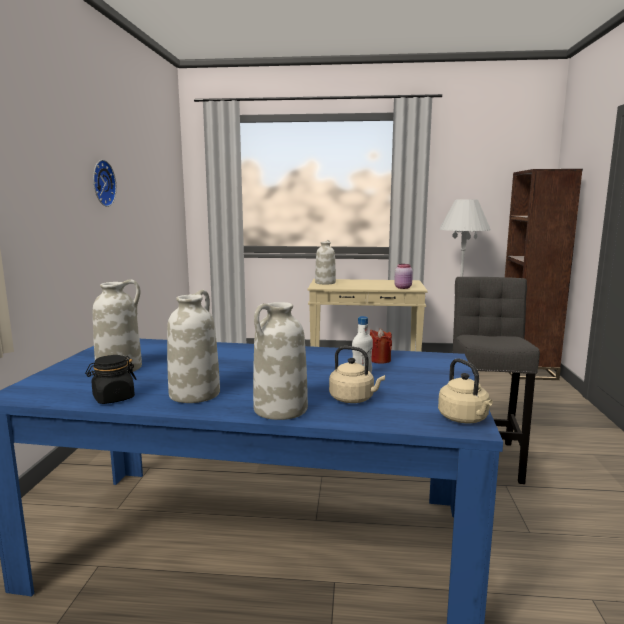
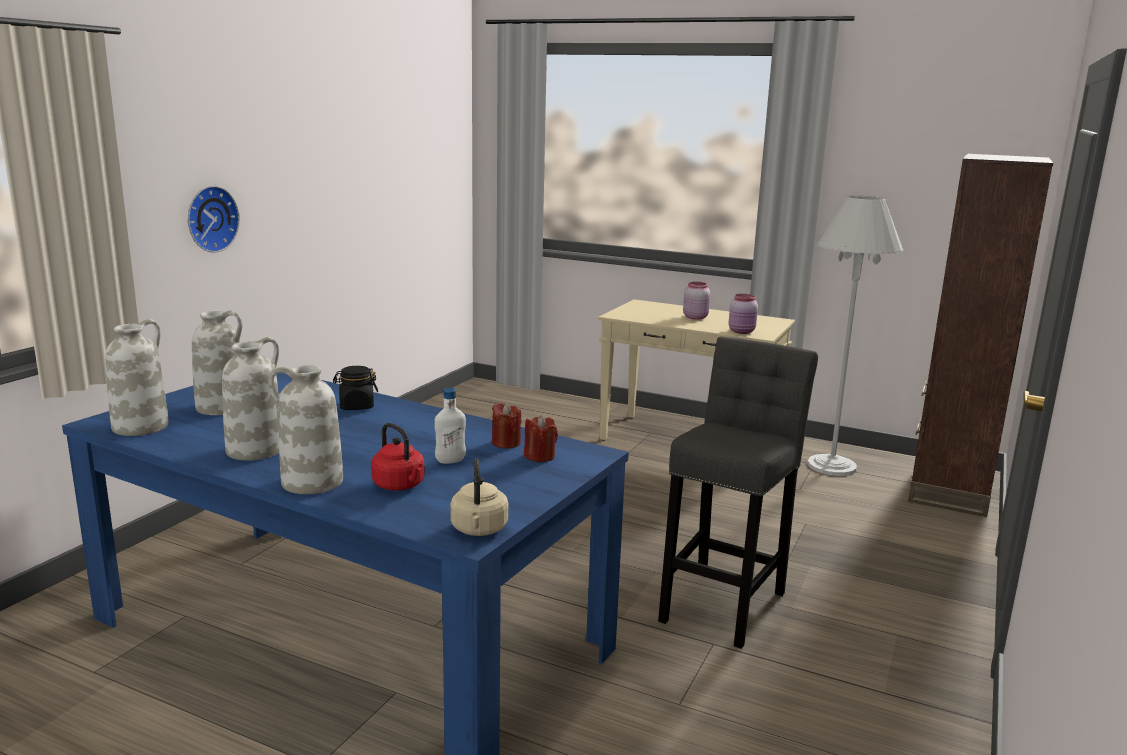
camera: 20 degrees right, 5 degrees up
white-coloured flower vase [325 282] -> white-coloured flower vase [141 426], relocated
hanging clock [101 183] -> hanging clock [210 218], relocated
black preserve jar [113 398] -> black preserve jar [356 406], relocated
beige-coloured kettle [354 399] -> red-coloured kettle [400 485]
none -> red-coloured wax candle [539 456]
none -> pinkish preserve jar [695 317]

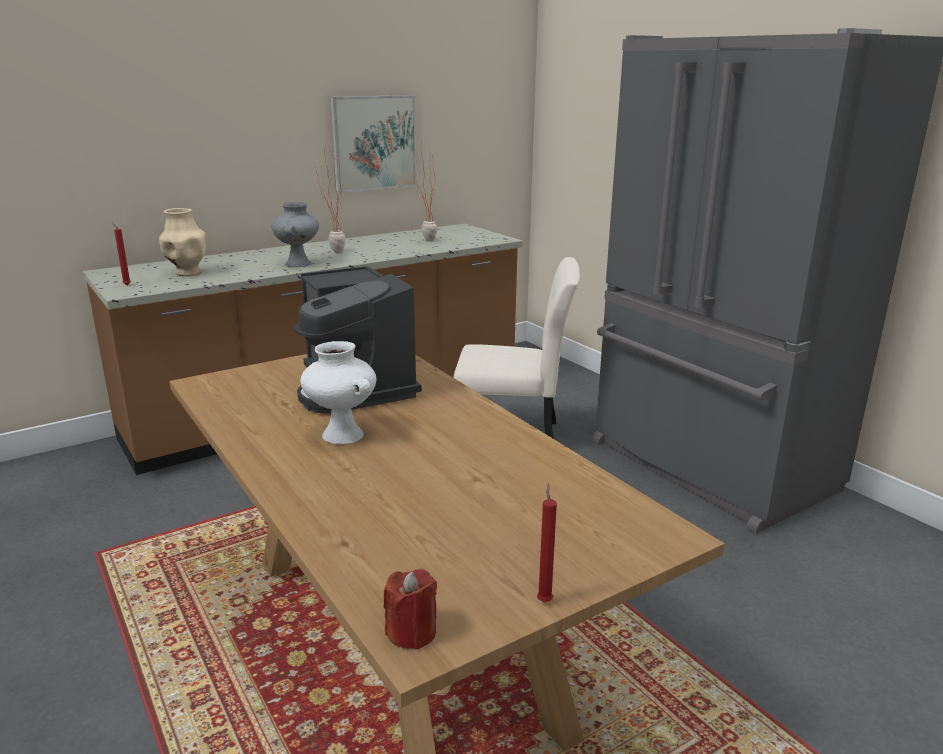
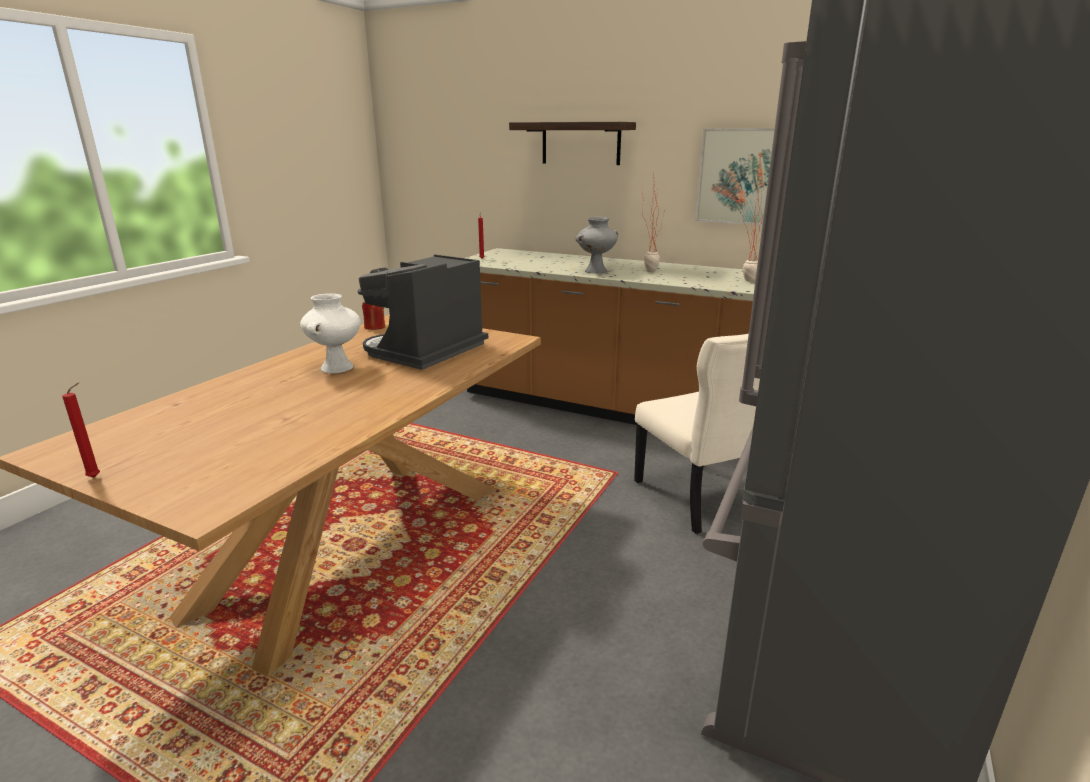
camera: 60 degrees right, 0 degrees up
red-coloured wax candle [411 632] -> red-coloured wax candle [374 327], relocated
none -> bracket shelf [581 143]
beige-coloured flower vase [187 273] -> none

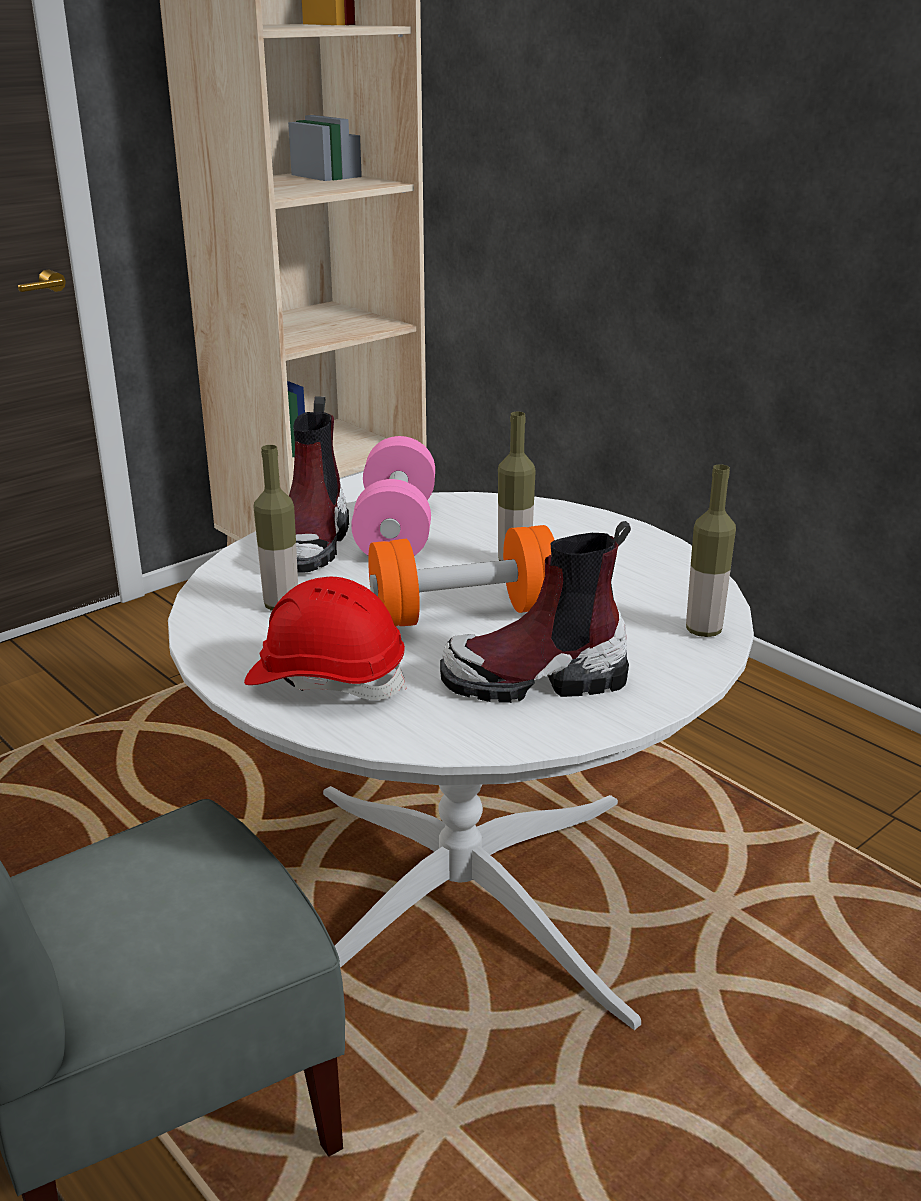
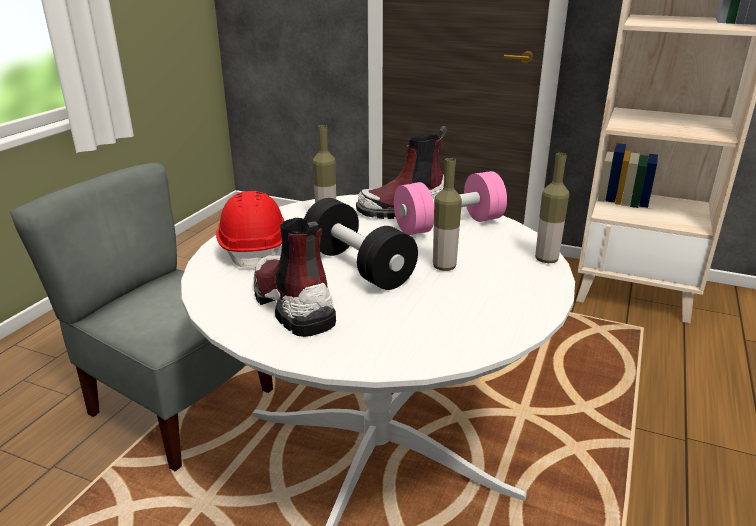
camera: 65 degrees right, 0 degrees up
orangey dumbbell [463 614] -> black dumbbell [358 266]
bottle [703 630] -> bottle [546 259], relocated

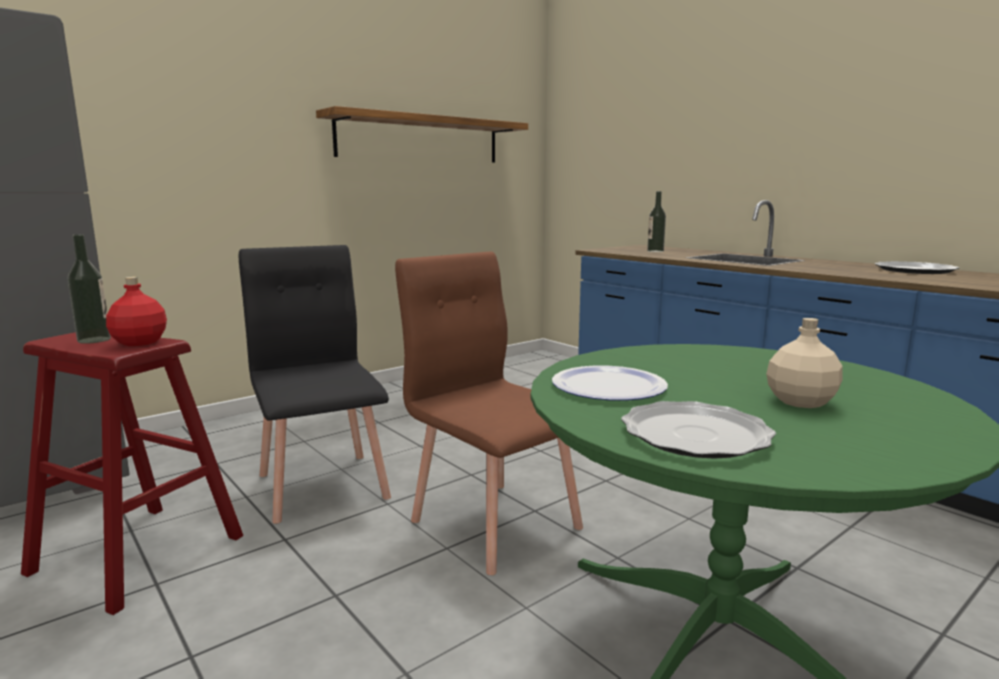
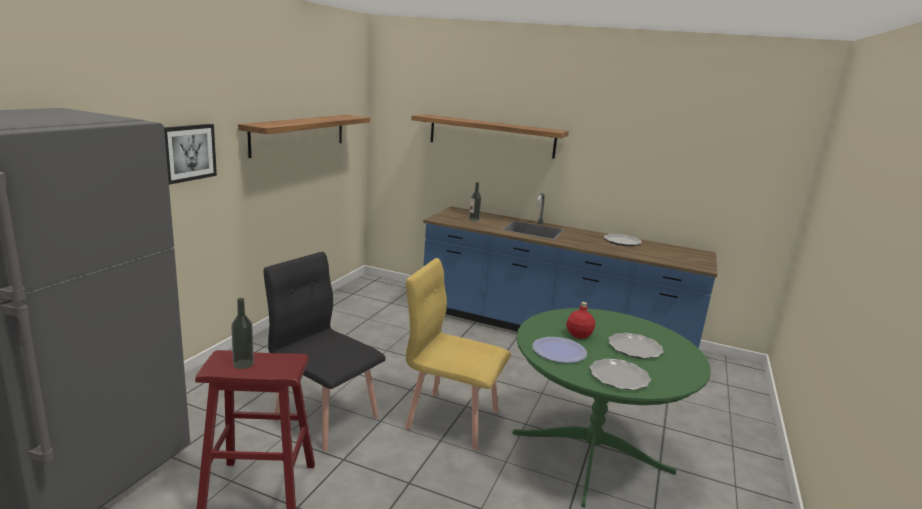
camera: 30 degrees left, 5 degrees up
none -> wall art [188 152]
brownish upright chair [495 523] -> yellow-coloured upright chair [452 418]
none -> bracket shelf [491 136]
red-coloured bottle [139 342] -> red-coloured bottle [578 335], relocated
beige-coloured bottle [800 402] -> plate [635 348]

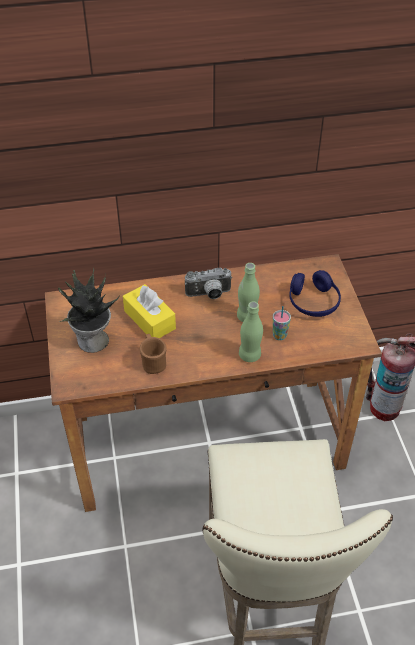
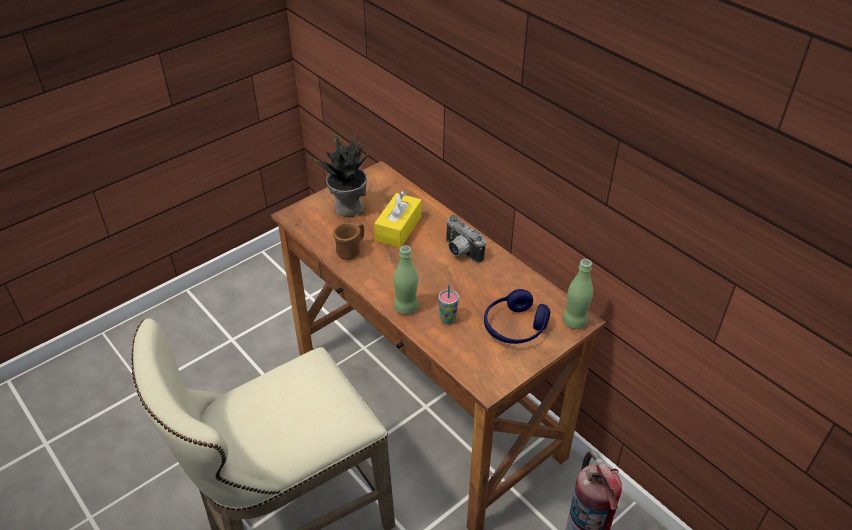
camera: 60 degrees right, 5 degrees down
greenish bottle [247 317] -> greenish bottle [574 322], relocated

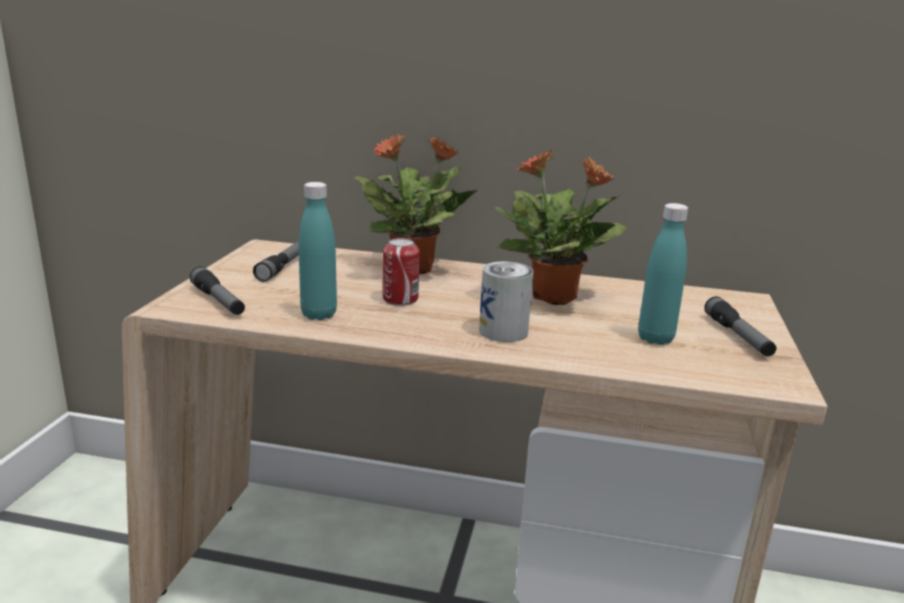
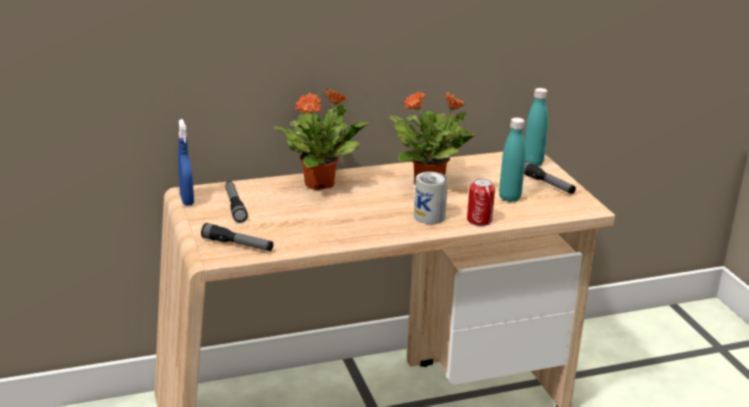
camera: 30 degrees left, 5 degrees up
none -> blue hand sprayer [187 200]
can [400 299] -> can [479 220], relocated
blue-green bottle [319 314] -> blue-green bottle [533 163], relocated

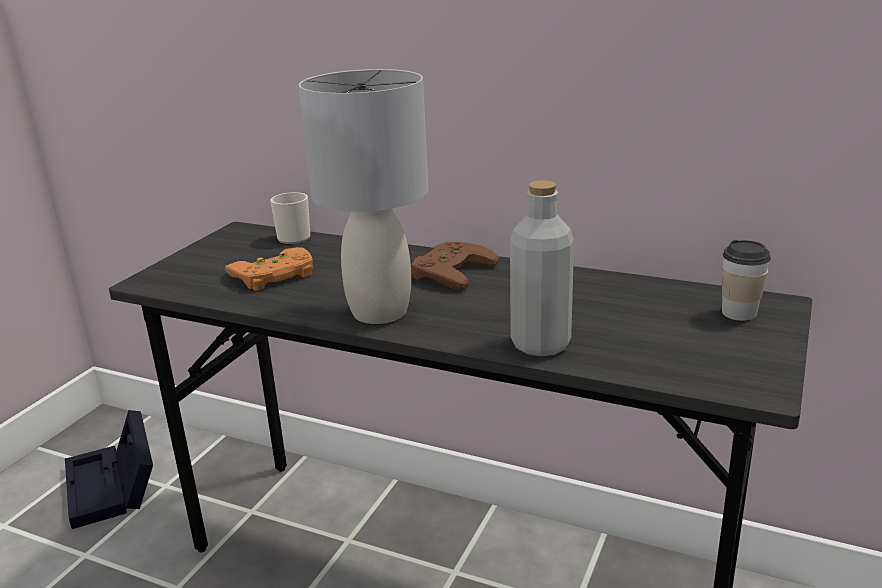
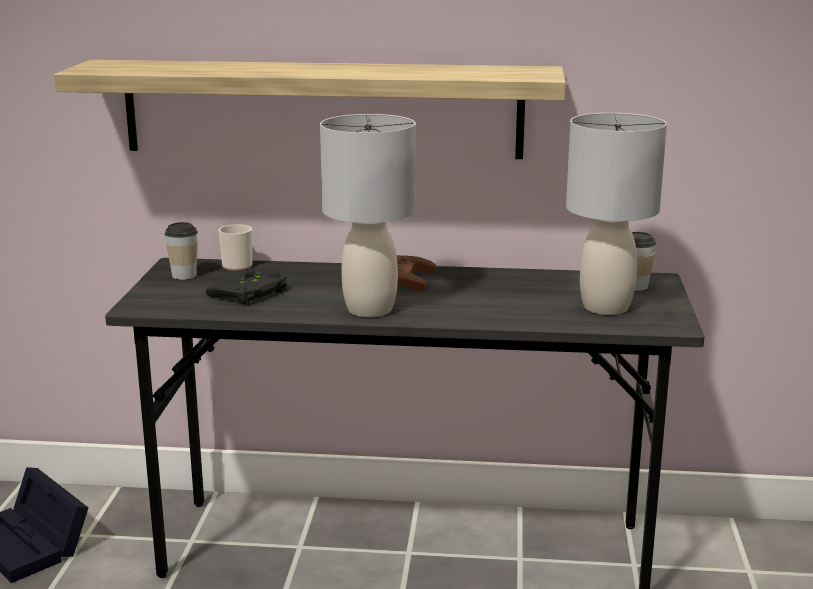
camera: 20 degrees left, 5 degrees down
none -> bracket shelf [322 109]
none -> cup [184 275]
orangey game controller [274 276] -> black game controller [252 294]
none -> gray tabletop lamp [606 307]
gray bottle [540 344] -> none

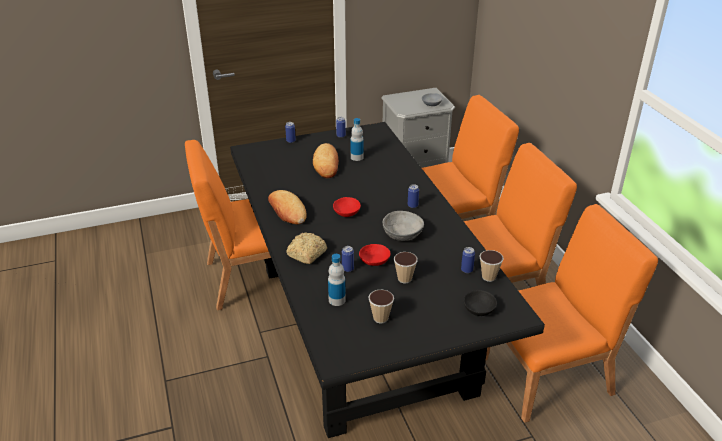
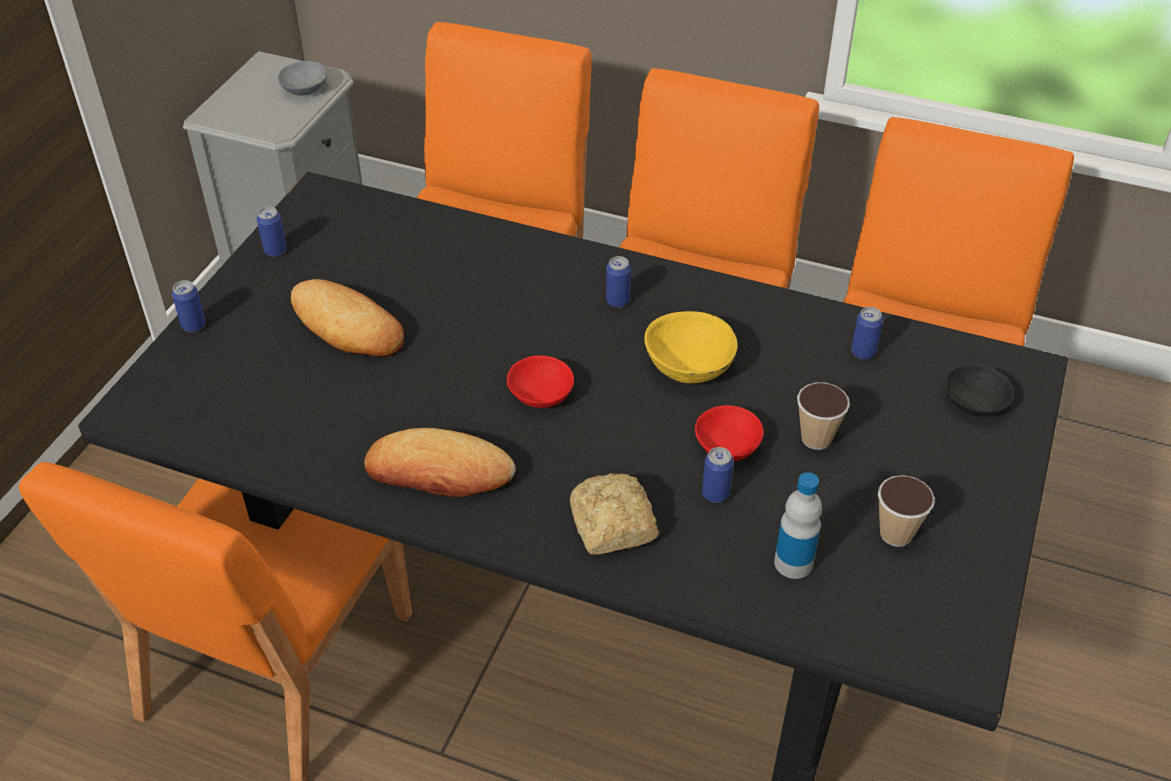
camera: 50 degrees left, 10 degrees up
gray serving bowl [402 235] -> yellow-coloured serving bowl [688 366]
bottle [357 157] -> none
cup [488 277] -> none

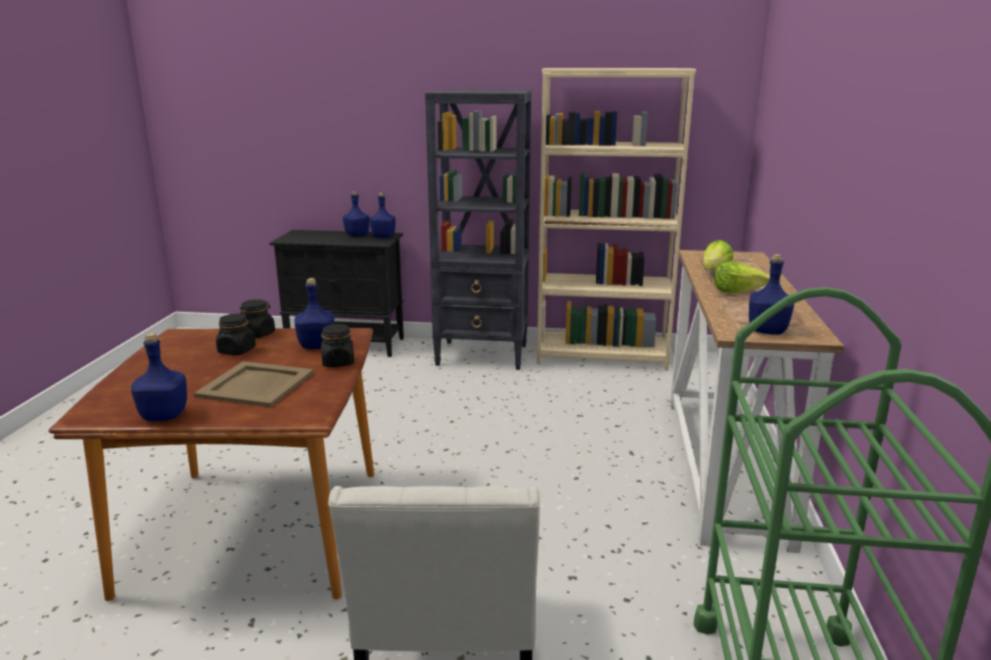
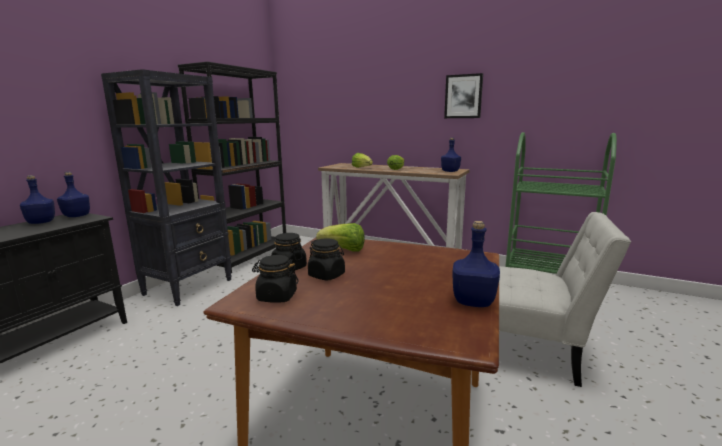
camera: 70 degrees left, 5 degrees down
beige-coloured bookshelf [602 357] -> black bookshelf [248 256]
black preserve jar [338 362] -> black preserve jar [276 296], relocated
blue bottle [316 346] -> lettuce head [343 250]
none -> wall art [463 96]
beige-coloured tray [255 384] -> none

